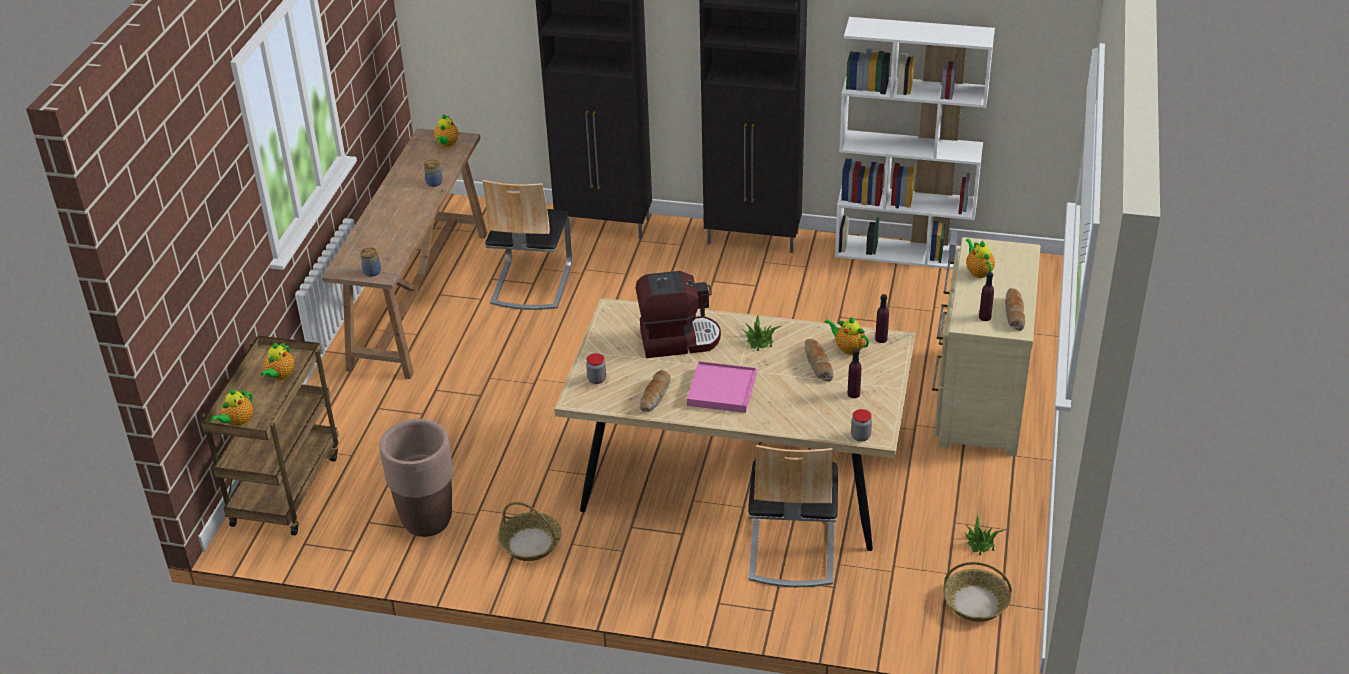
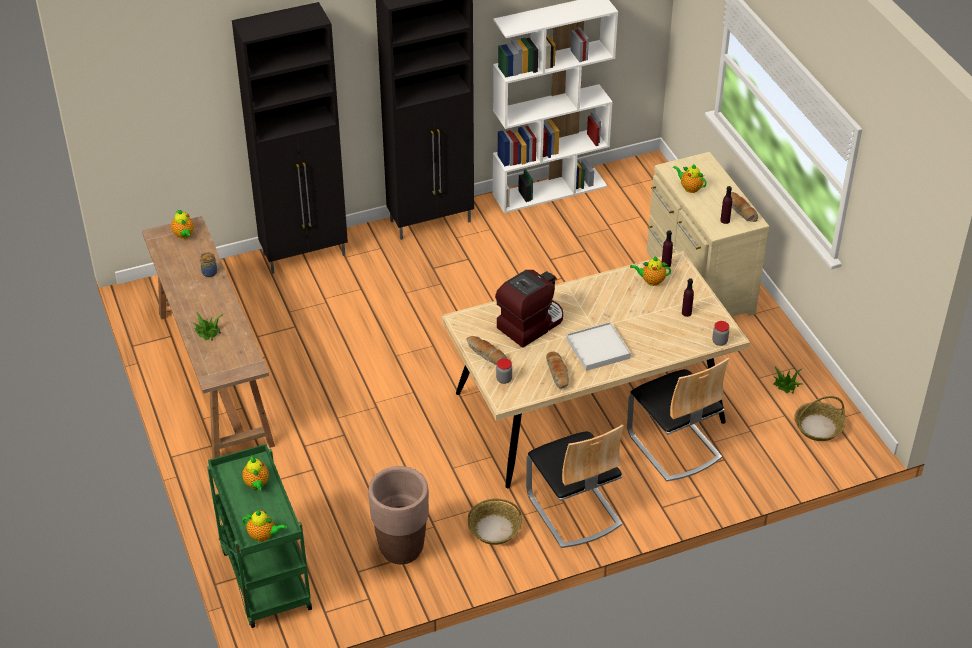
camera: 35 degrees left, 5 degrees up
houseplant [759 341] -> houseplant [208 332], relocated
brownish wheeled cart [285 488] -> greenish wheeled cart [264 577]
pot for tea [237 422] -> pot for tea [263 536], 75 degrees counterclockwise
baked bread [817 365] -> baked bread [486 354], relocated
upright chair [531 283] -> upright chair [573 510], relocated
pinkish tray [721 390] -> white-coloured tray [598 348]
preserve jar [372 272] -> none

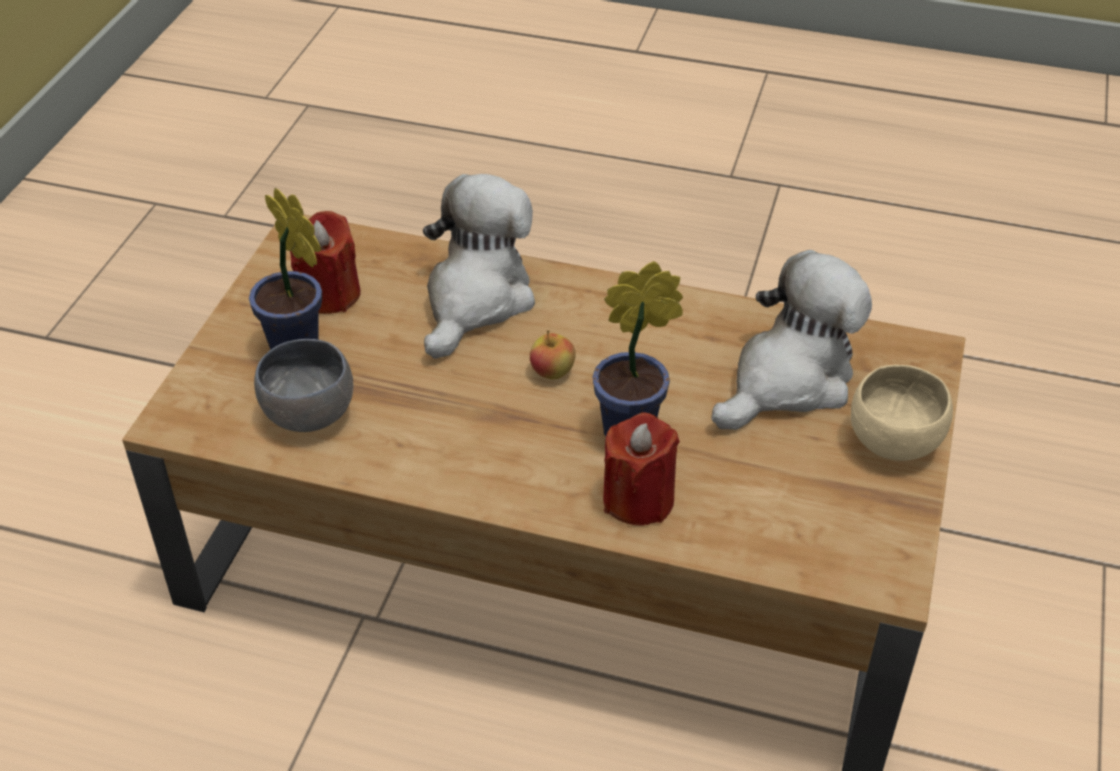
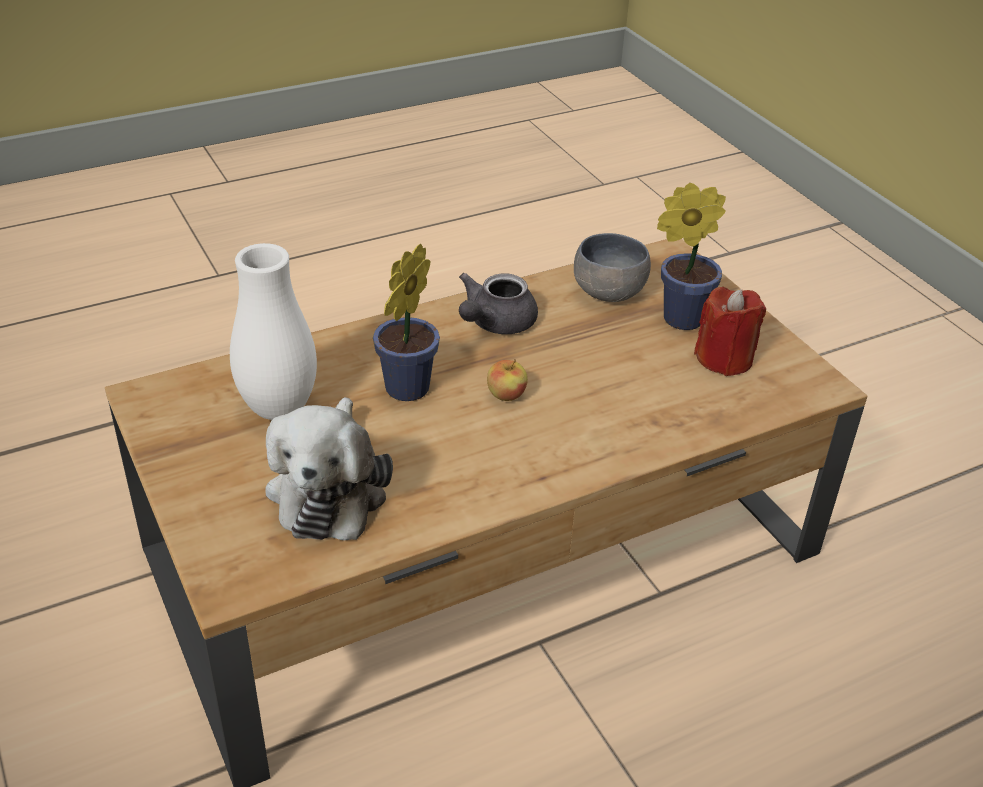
camera: 135 degrees right, 5 degrees down
none -> white-coloured flower vase [279 409]
none -> gray pot for tea [494 324]
plush toy [476 299] -> none
red-coloured wax candle [638 499] -> none
beige-coloured serving bowl [893 444] -> none

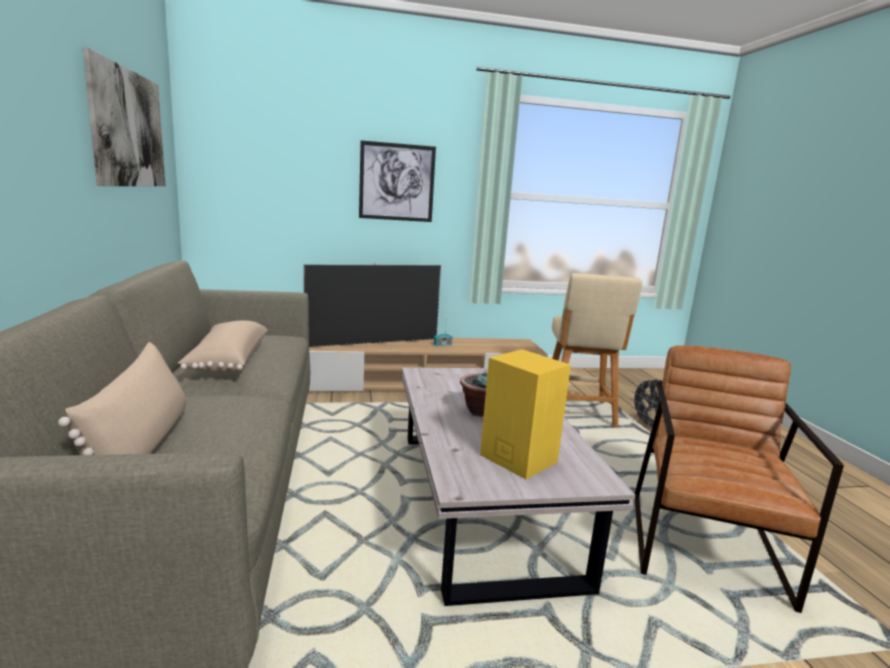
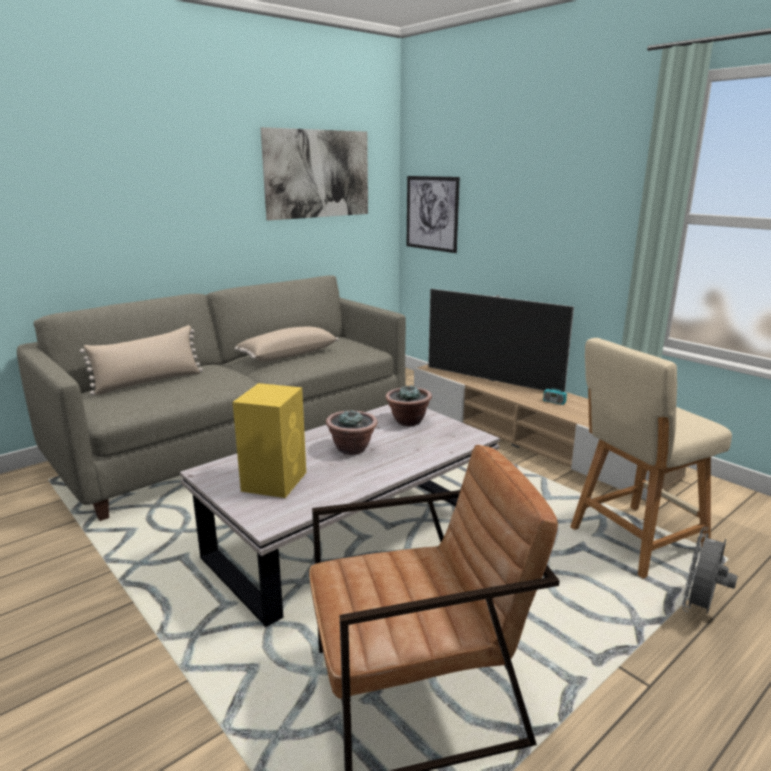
camera: 60 degrees right, 5 degrees up
none -> houseplant [408 421]
wall art [397 182] -> wall art [432 213], relocated

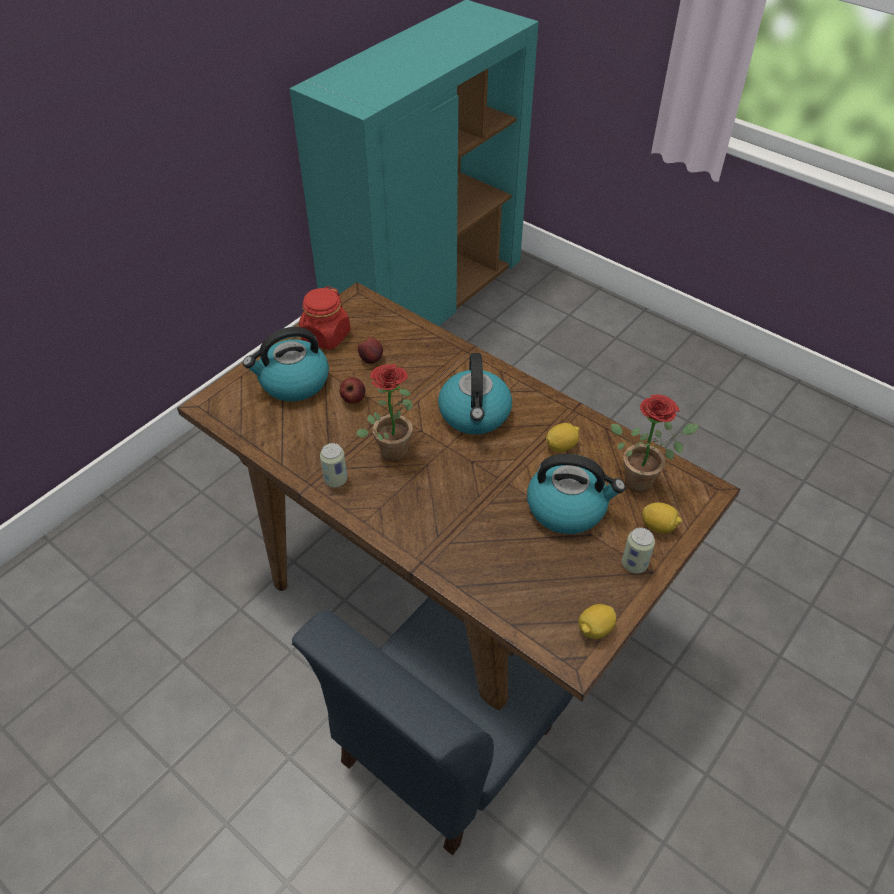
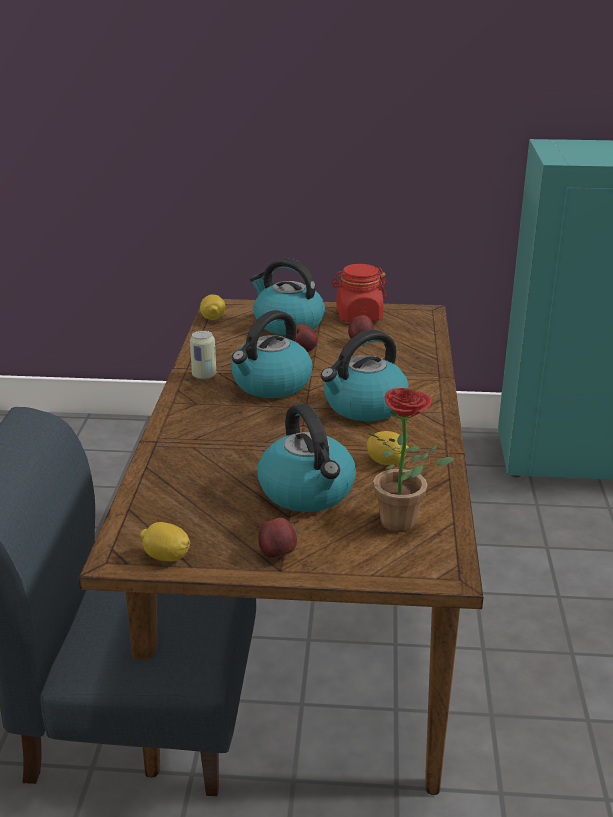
camera: 55 degrees right, 20 degrees down
lemon [658 526] -> lemon [213 318], relocated
houseplant [392 447] -> kettle [271 384]
can [634 564] -> apple [277 555]

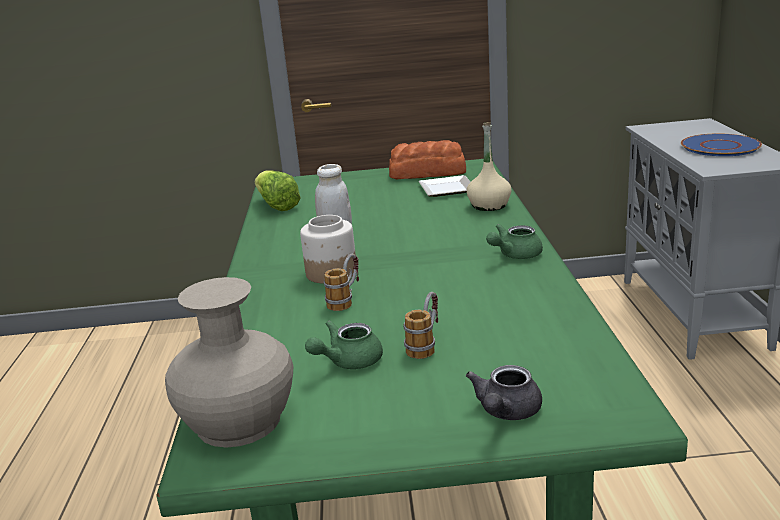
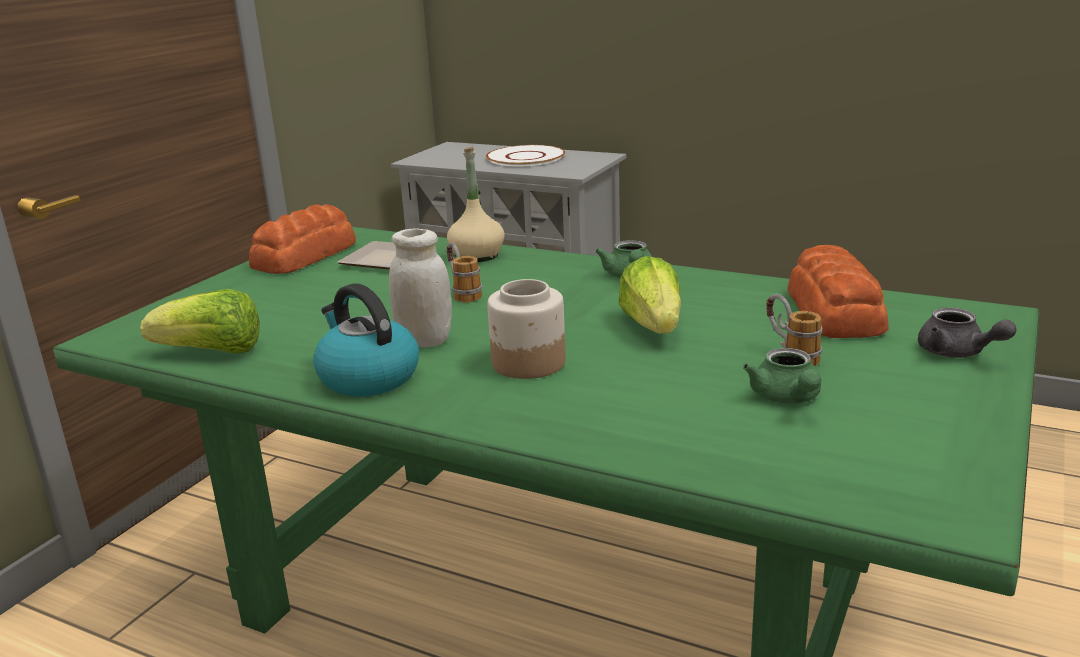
camera: 60 degrees left, 0 degrees up
none -> kettle [367 377]
tea mug [346 300] -> tea mug [462 293], relocated
blue plate [720 146] -> white-coloured plate [525 157]
none -> lettuce head [653 326]
none -> baked bread [835 311]
beige-coloured flower vase [238 421] -> none

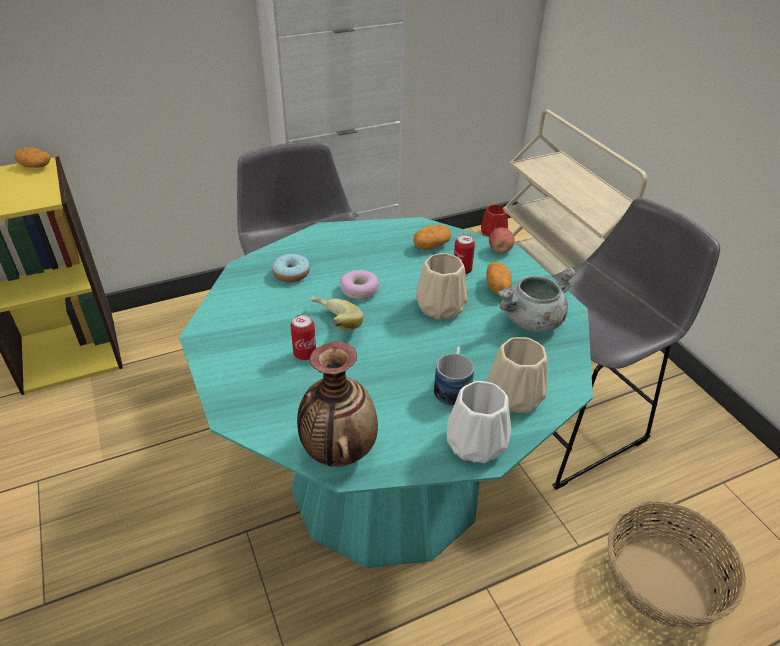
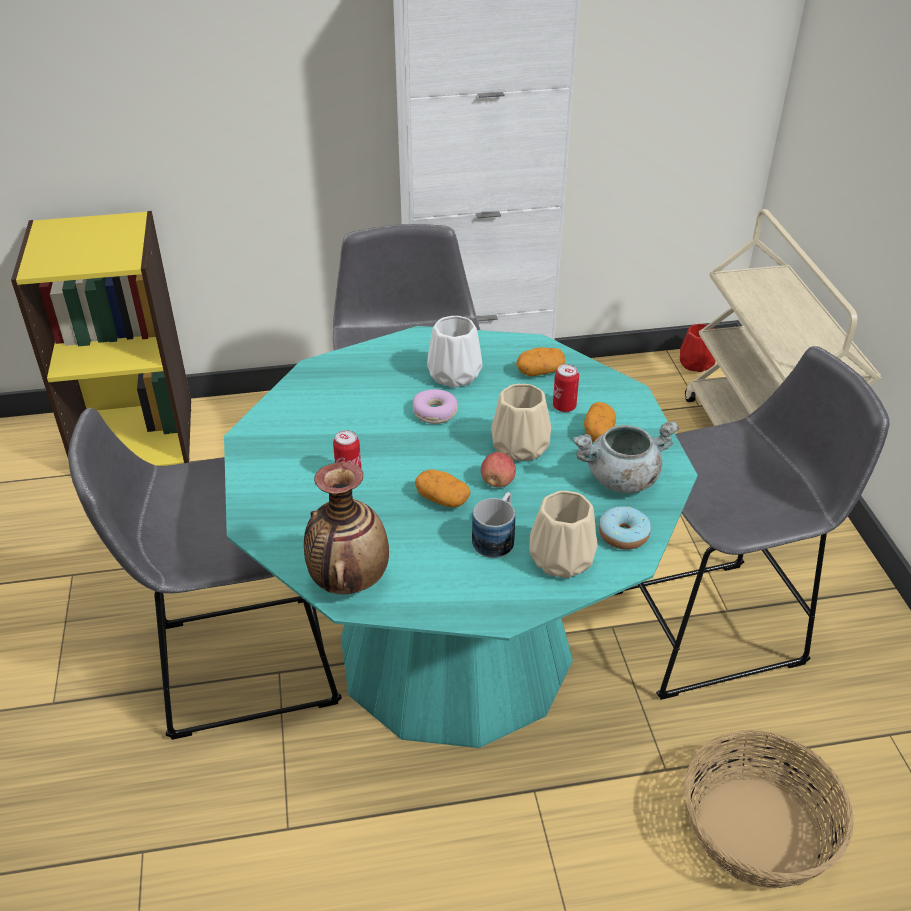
camera: 15 degrees right, 0 degrees up
none -> gray stool seat [235 665]
potato [35 166] -> potato [442 499], relocated
white-coloured flower vase [476 445] -> white-coloured flower vase [454 376], relocated
apple [500 250] -> apple [497 482], relocated
ring doughnut [291 274] -> ring doughnut [623 535], relocated
whole banana [332 327] -> none

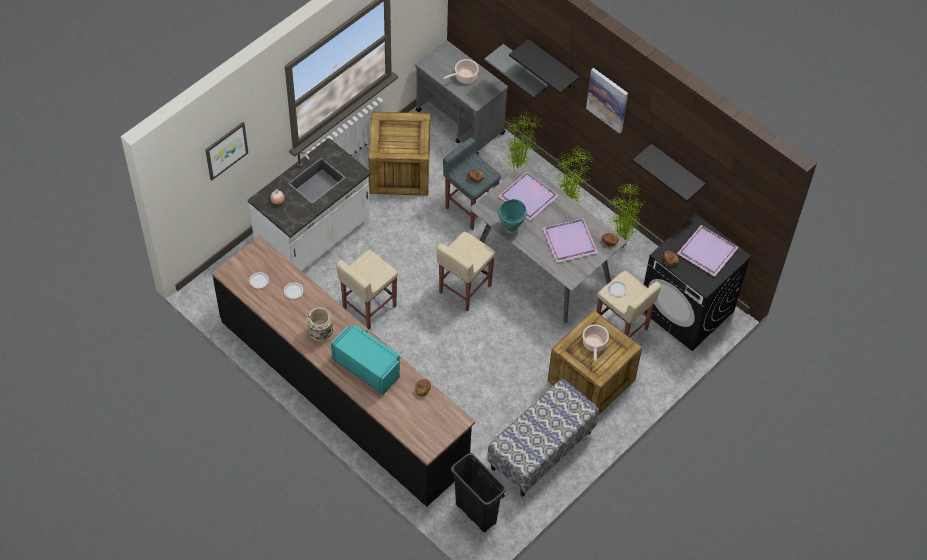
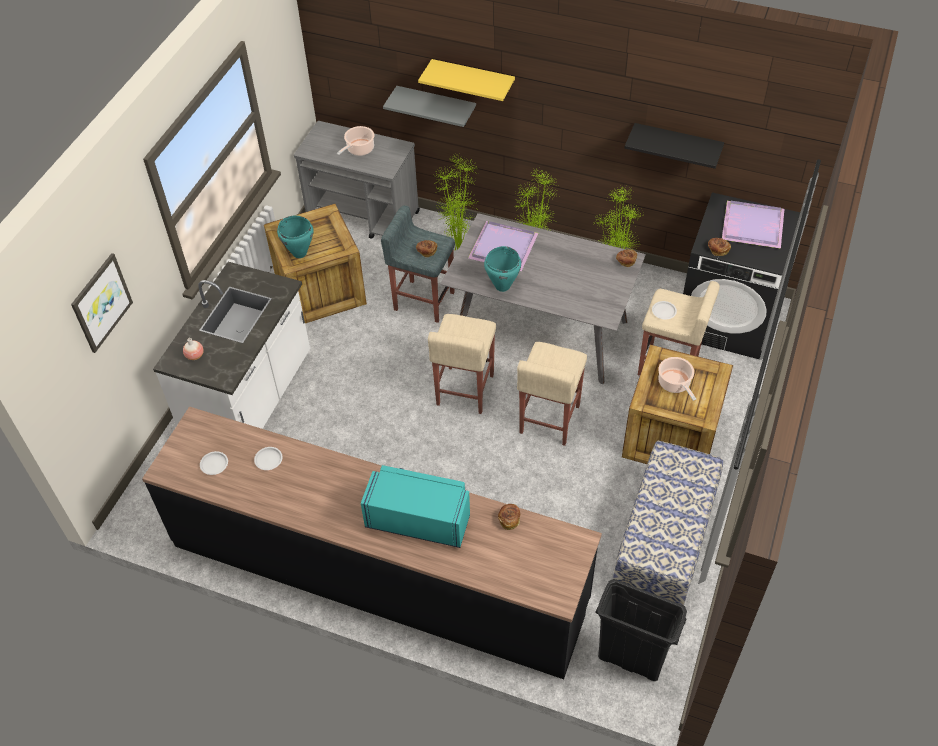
camera: 20 degrees left, 5 degrees down
none -> blue-green saucepot [299 253]
black bracket shelf [553 65] -> yellow-coloured bracket shelf [473 80]
beige-coloured stool seat [369 308] -> beige-coloured stool seat [549 420], relocated
beige-coloured flower vase [320 333] -> none
purple-coloured tray [568 241] -> none
wall art [607 100] -> none

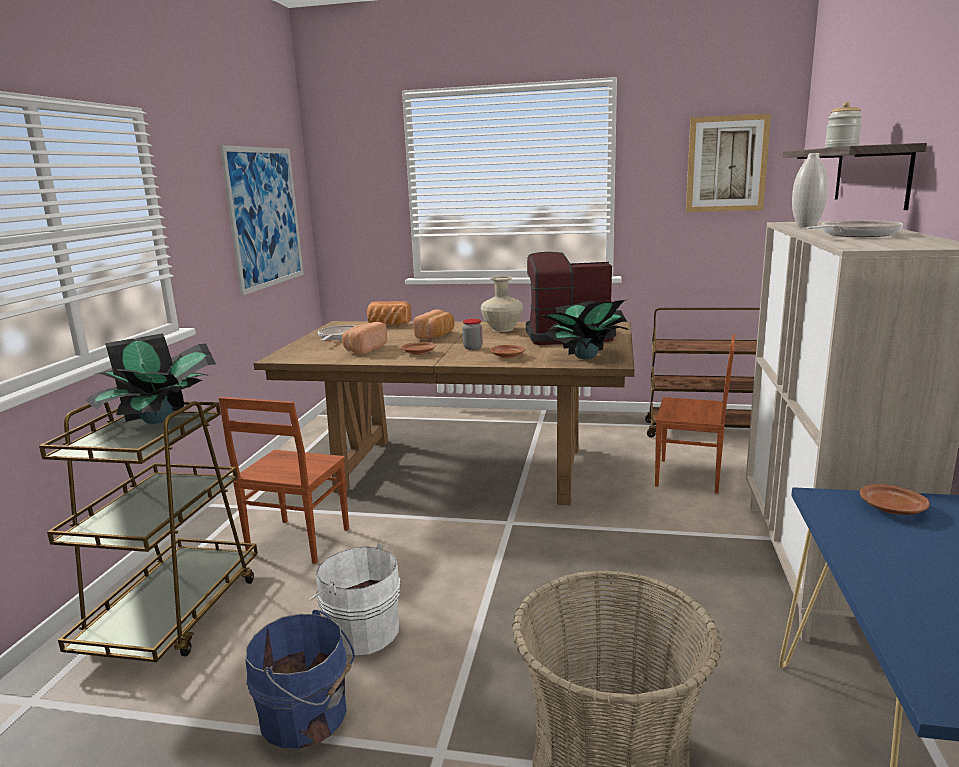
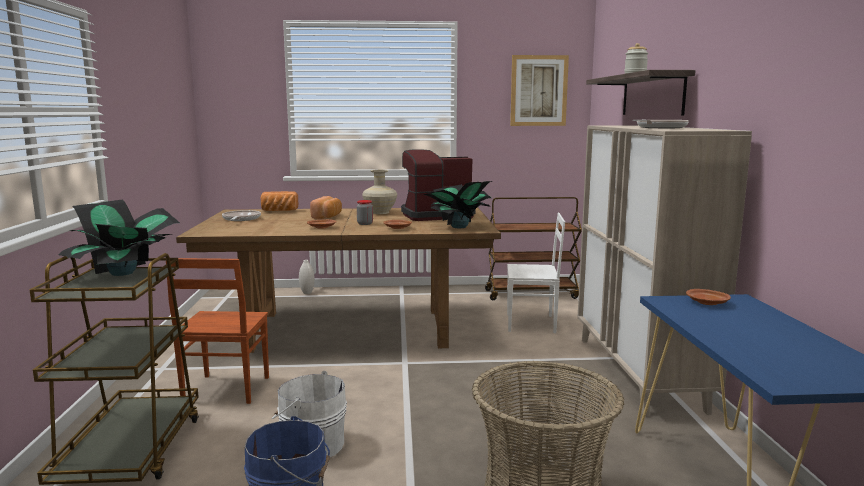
camera: 15 degrees left, 5 degrees down
white-coloured flower vase [806 226] -> white-coloured flower vase [307 293], relocated
brownish upright chair [690 476] -> white-coloured upright chair [531 324]
wall art [265 217] -> none
baked bread [364 349] -> none

